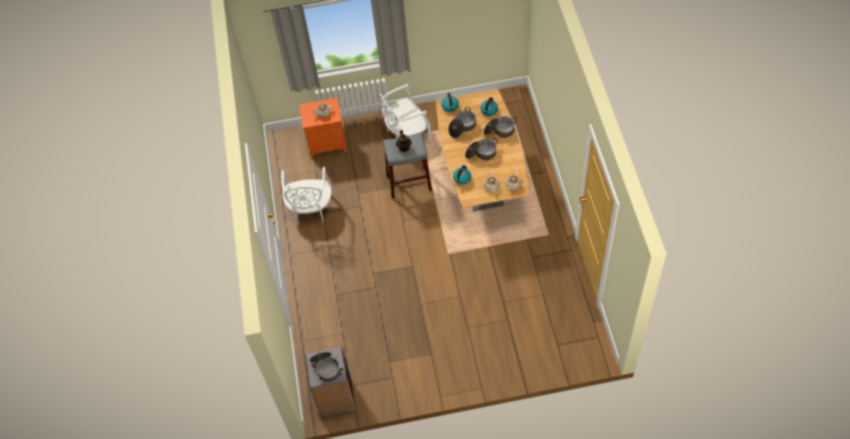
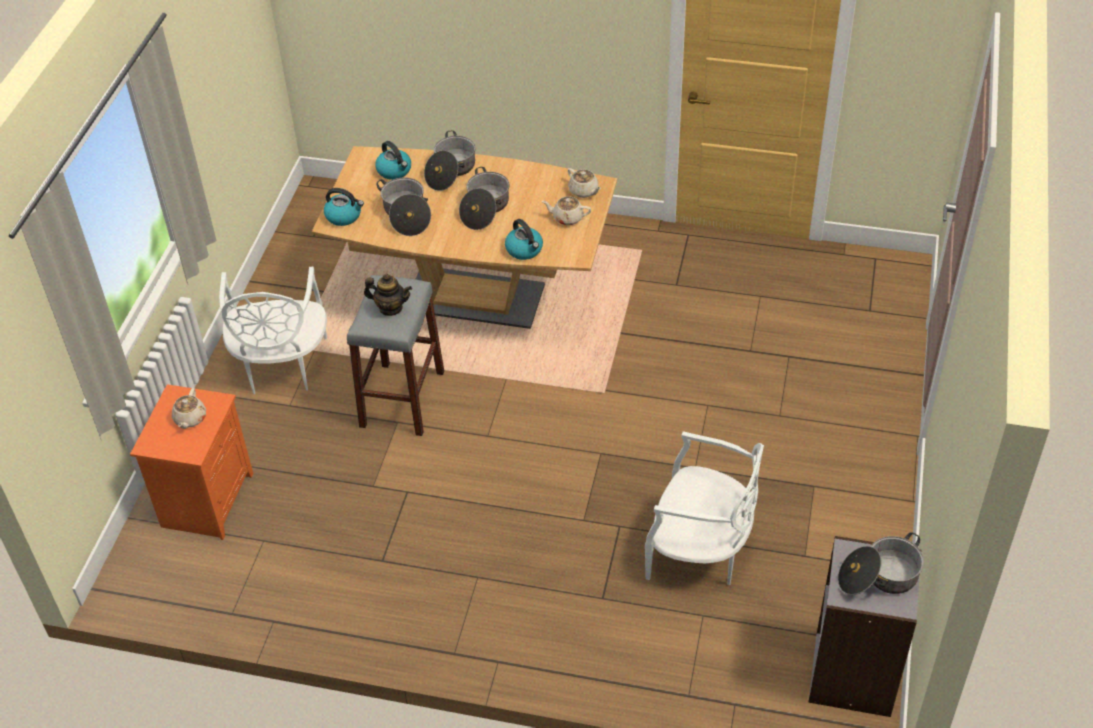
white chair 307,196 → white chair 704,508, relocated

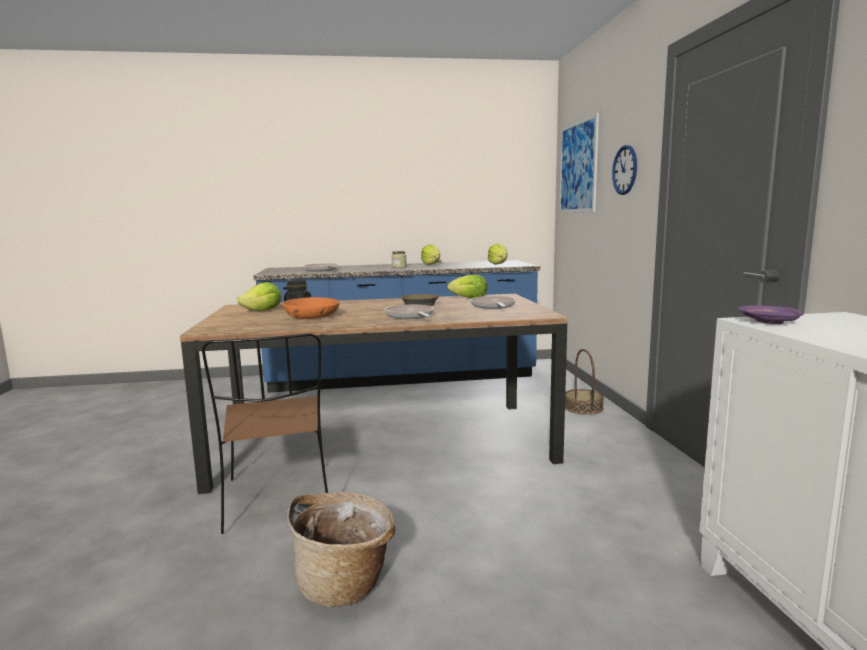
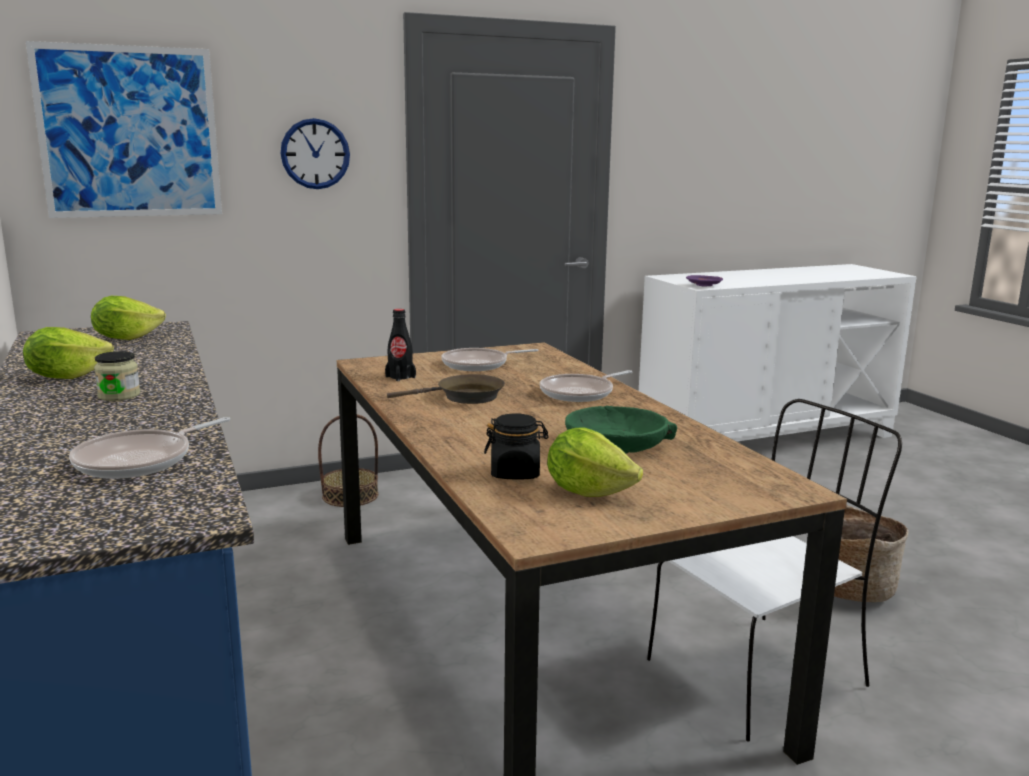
lettuce 467,286 → black bottle 400,345
orange bowl 310,308 → green bowl 621,430
brown chair 265,433 → white chair 774,570

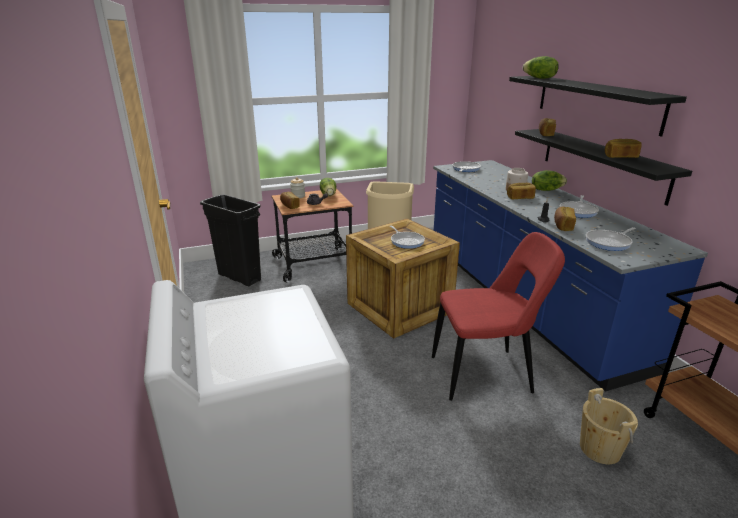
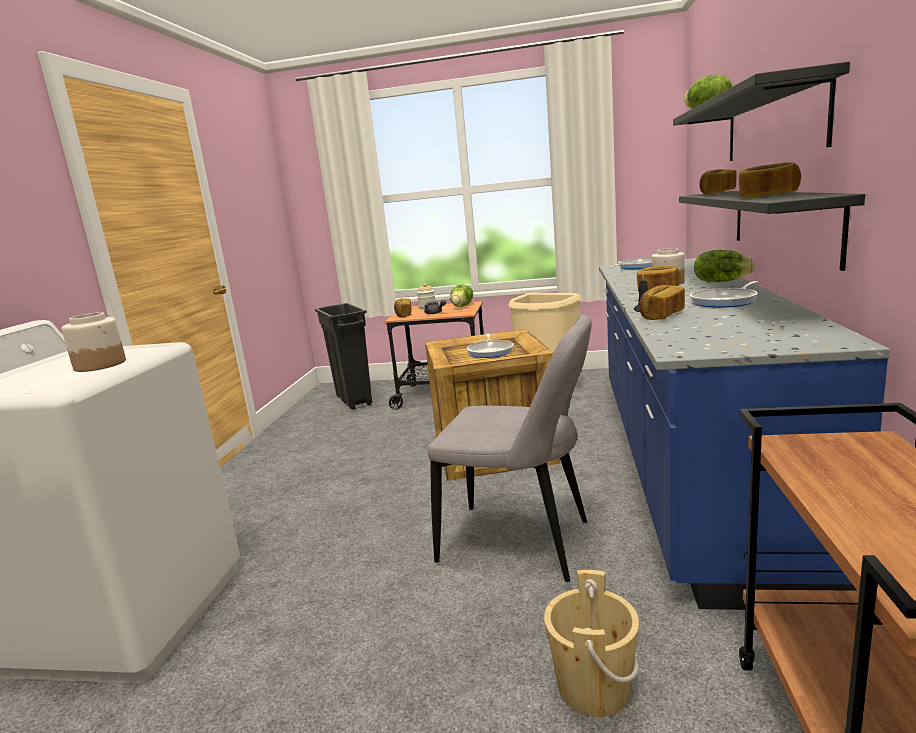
- → jar 93,342
red chair 498,316 → grey chair 510,448
frying pan 611,239 → -

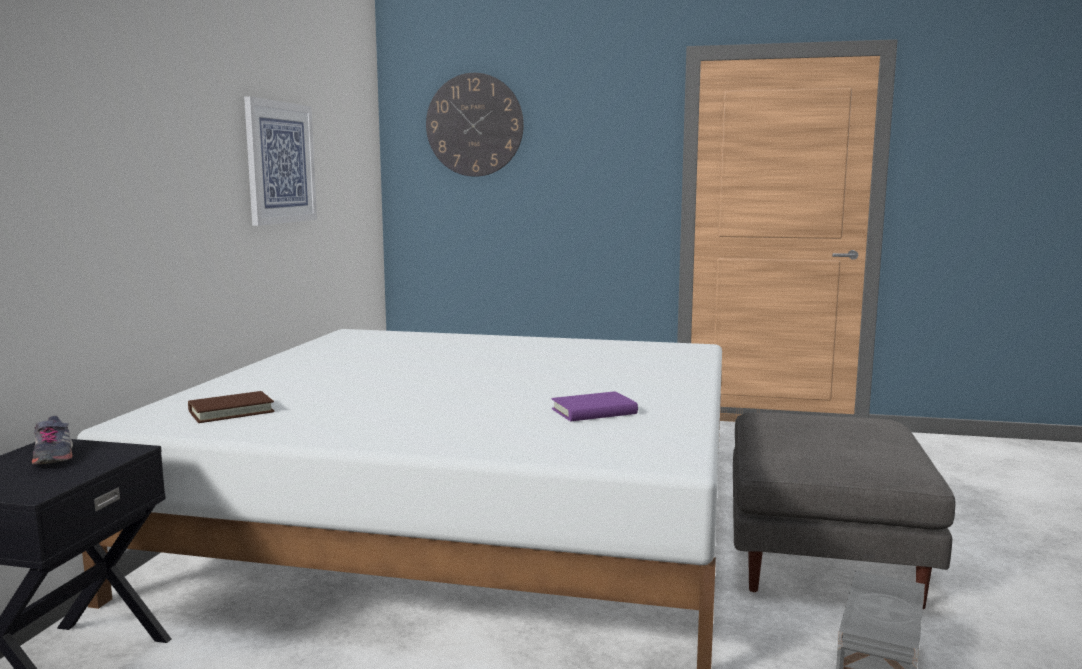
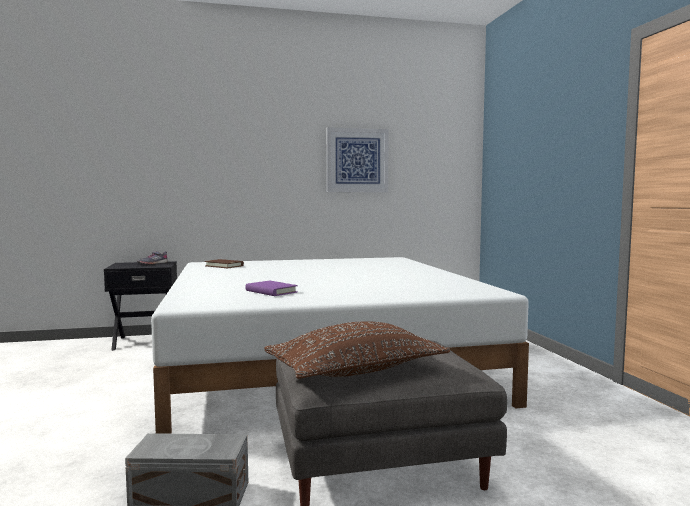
- → brown pillow 357,350
wall clock 475,124 → -

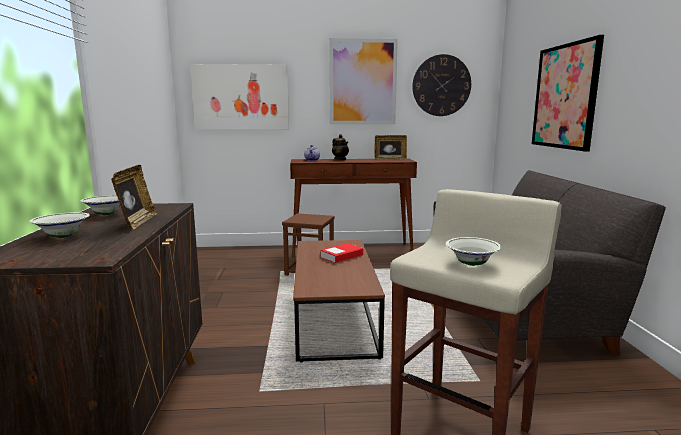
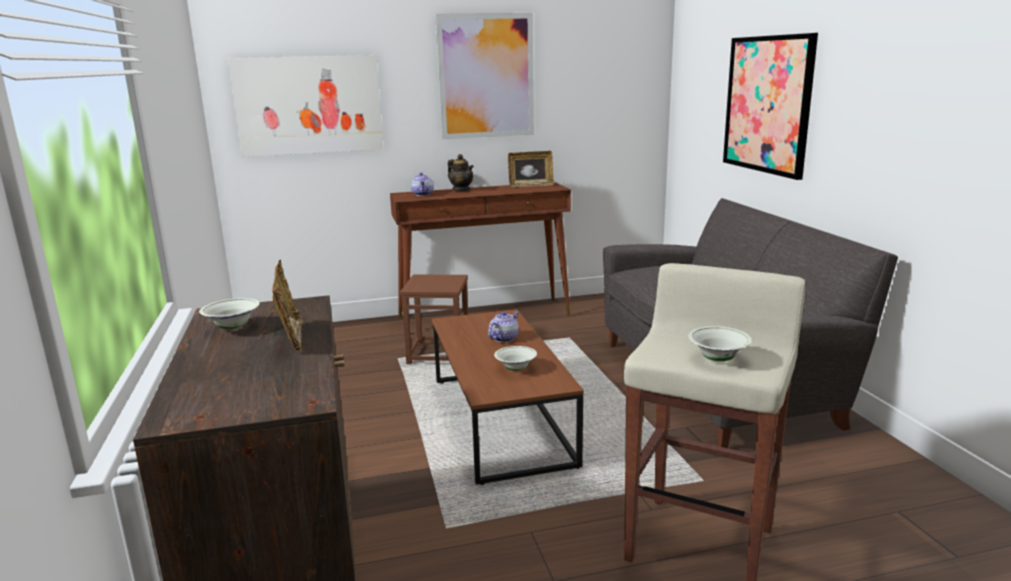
book 341,253 → teapot 503,326
white bowl 59,225 → white bowl 515,358, relocated
wall clock 441,85 → -

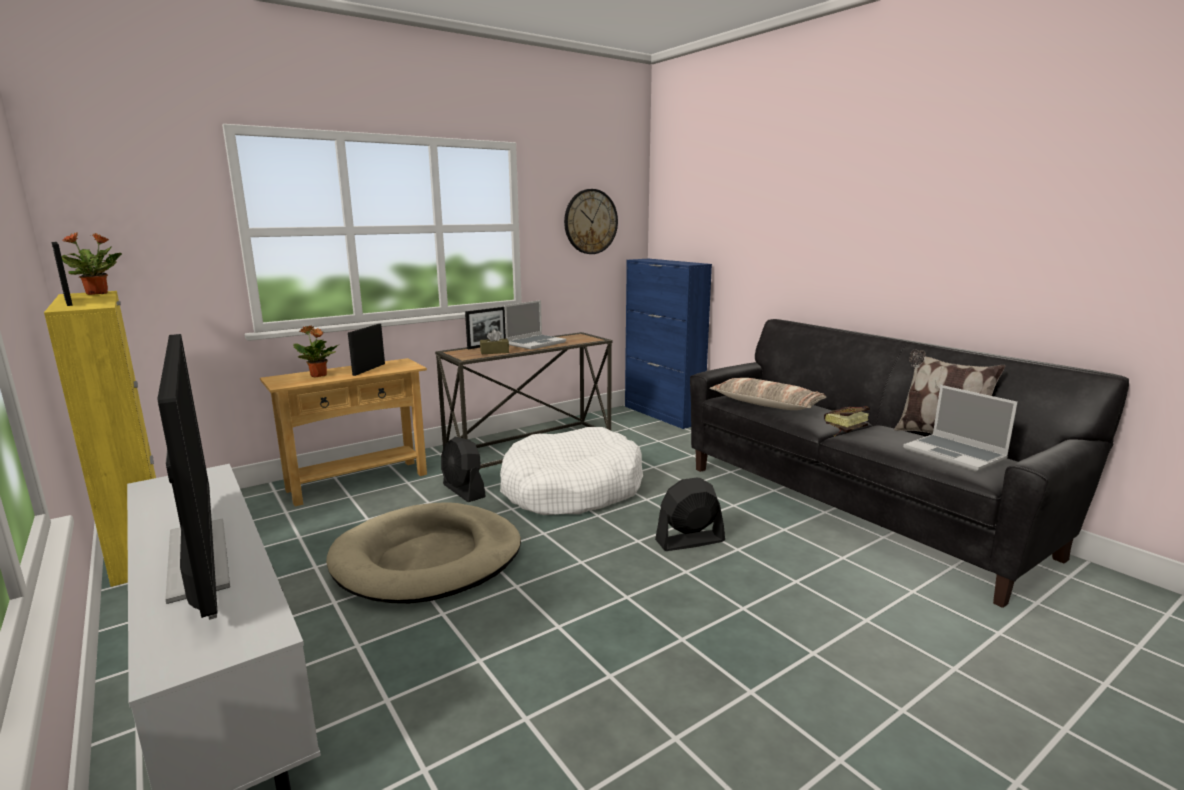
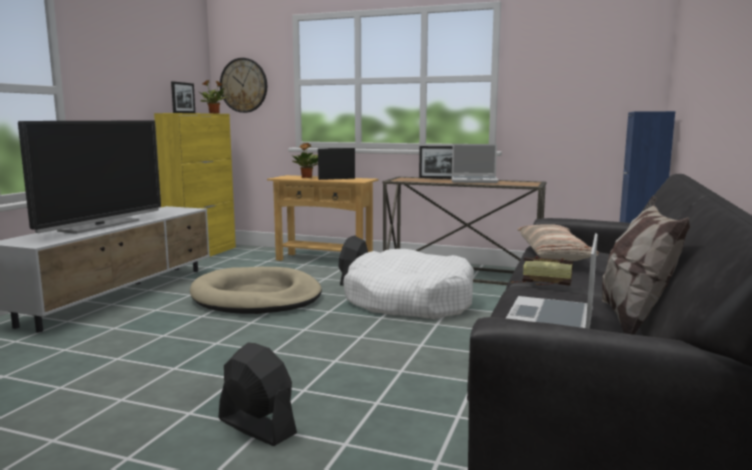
black fan 690,514 → black fan 258,394, relocated
wall clock 591,221 → wall clock 243,85, relocated
brown tissue box 494,341 → -

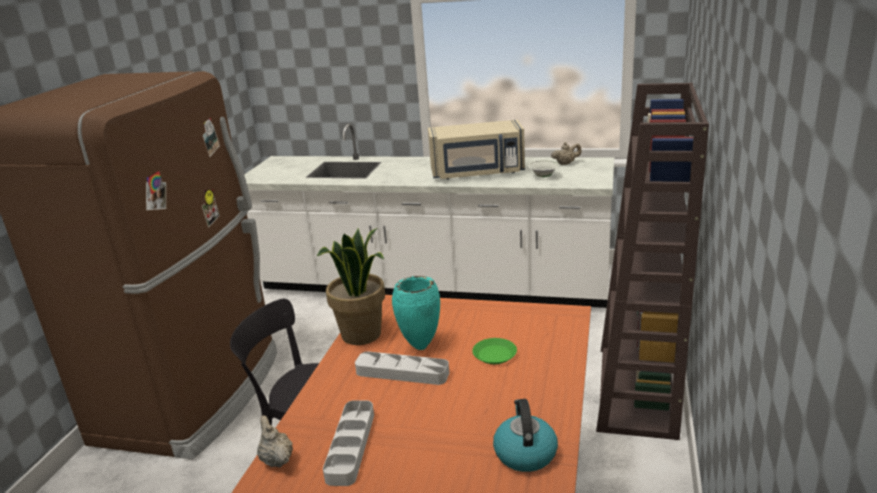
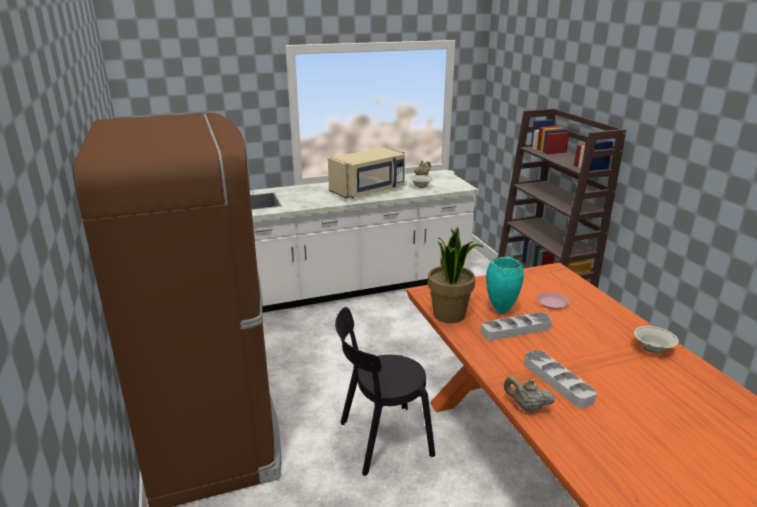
green plate 494,351 → pink plate 553,301
kettle 525,435 → white bowl 656,339

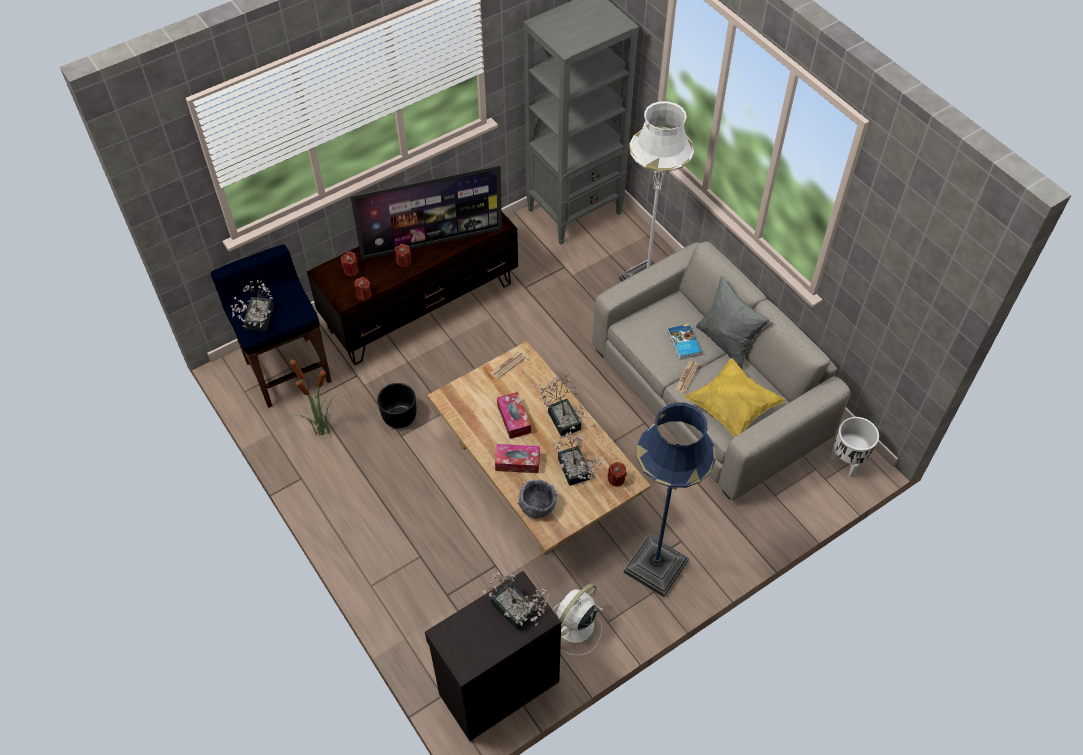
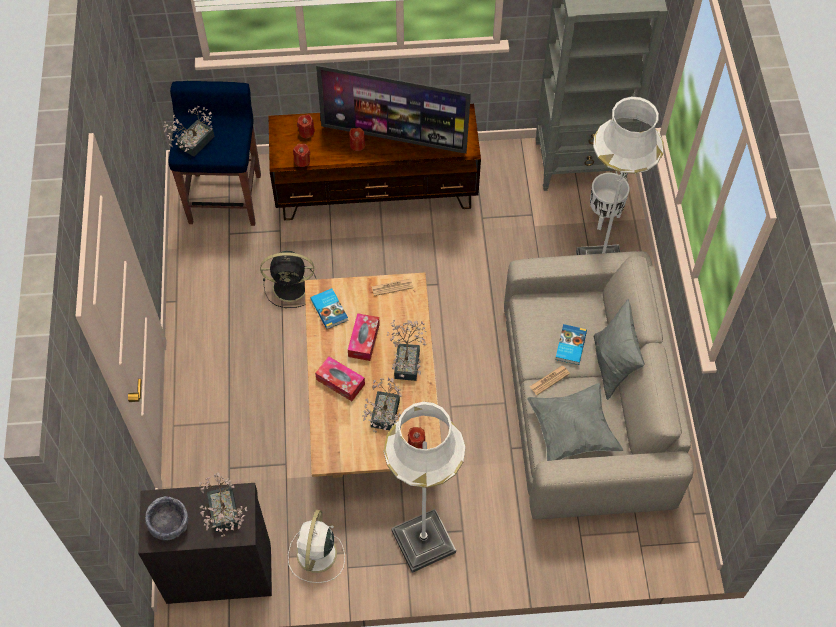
grey bowl 537,499 → grey bowl 166,518, relocated
black planter 397,405 → black fan 288,279
white fan 578,619 → white fan 316,546, 60 degrees counterclockwise
- → book 329,308
blue floor lamp 669,500 → white floor lamp 424,487
yellow pillow 735,398 → grey pillow 575,422
white planter 854,447 → white planter 610,201, relocated
potted plant 313,396 → -

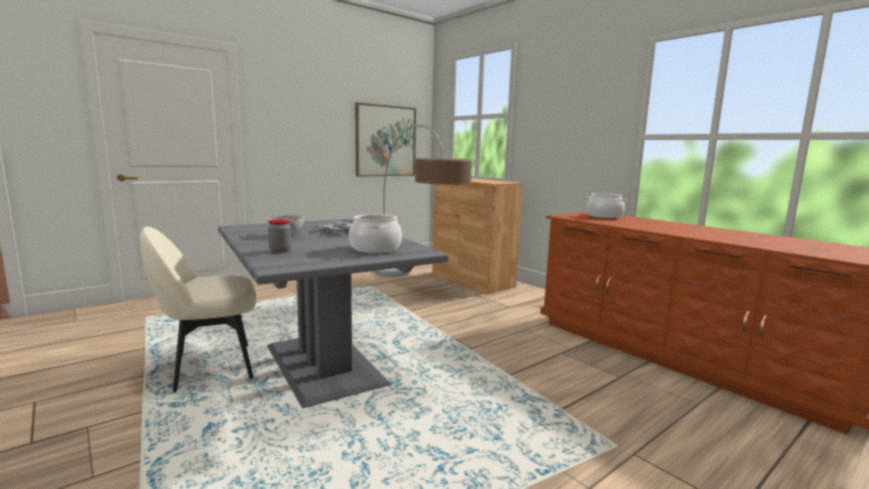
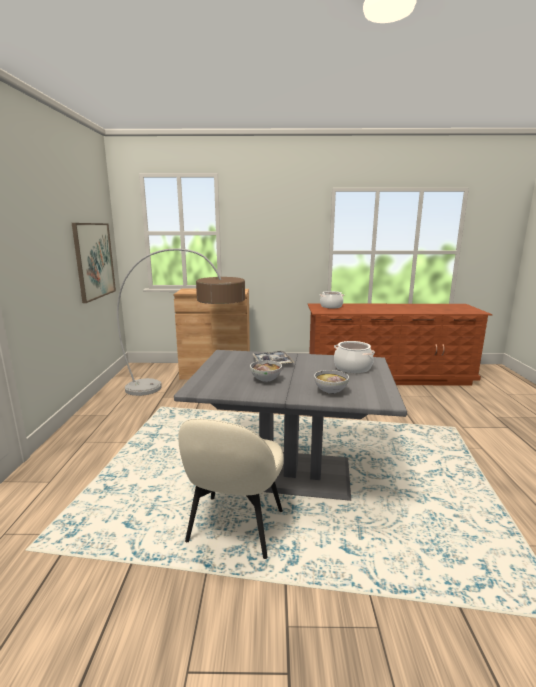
jar 279,235 → bowl 331,382

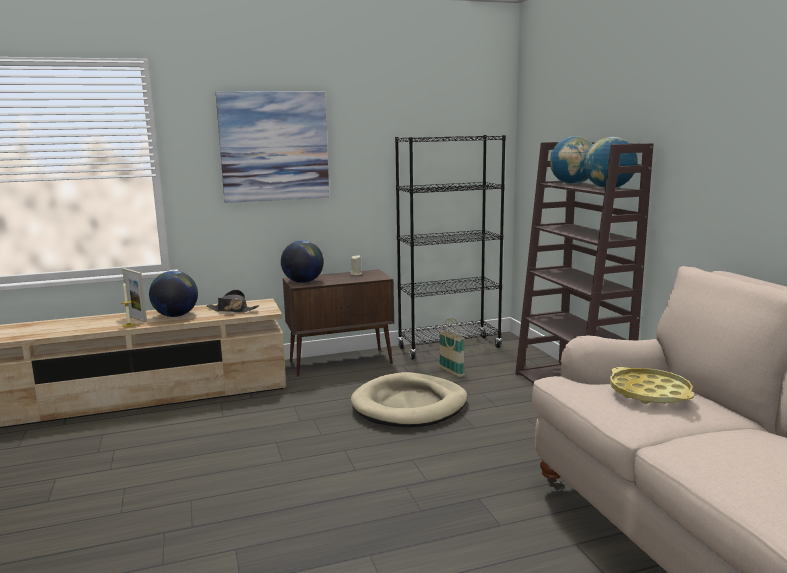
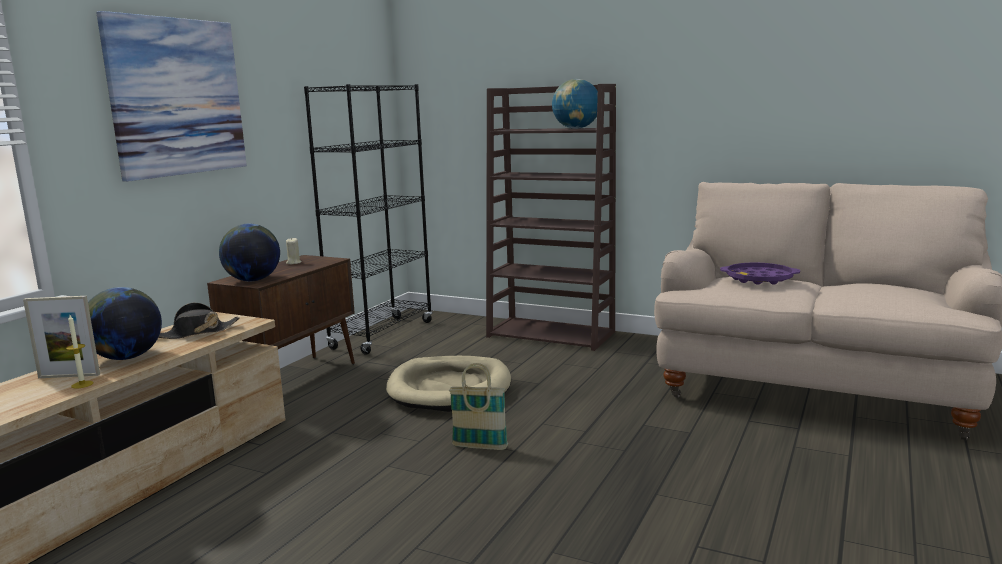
basket 452,347 → basket 478,406, relocated
yellow tray 652,385 → purple tray 760,273
globe 571,160 → -

